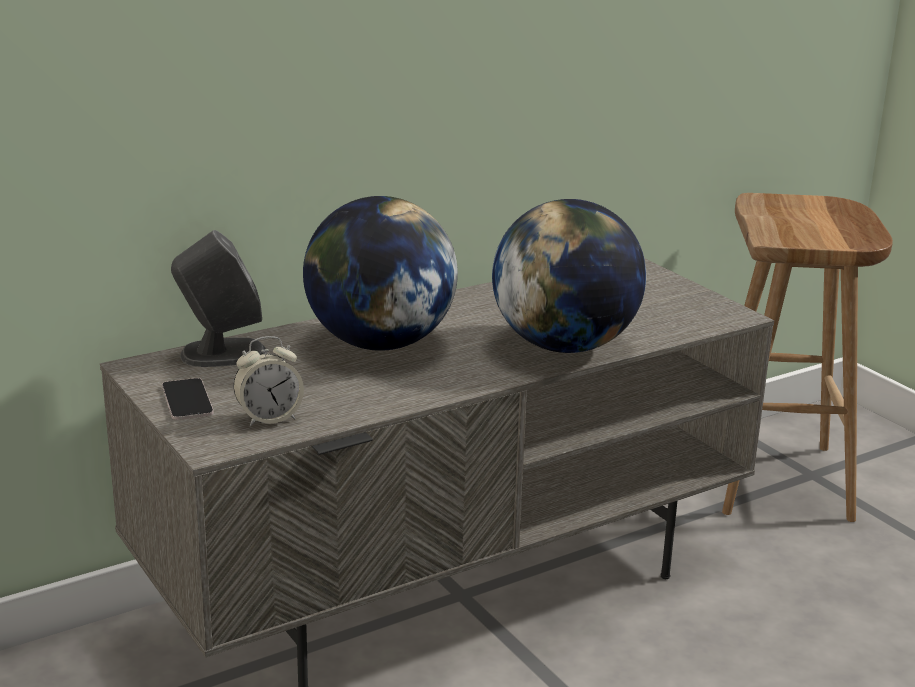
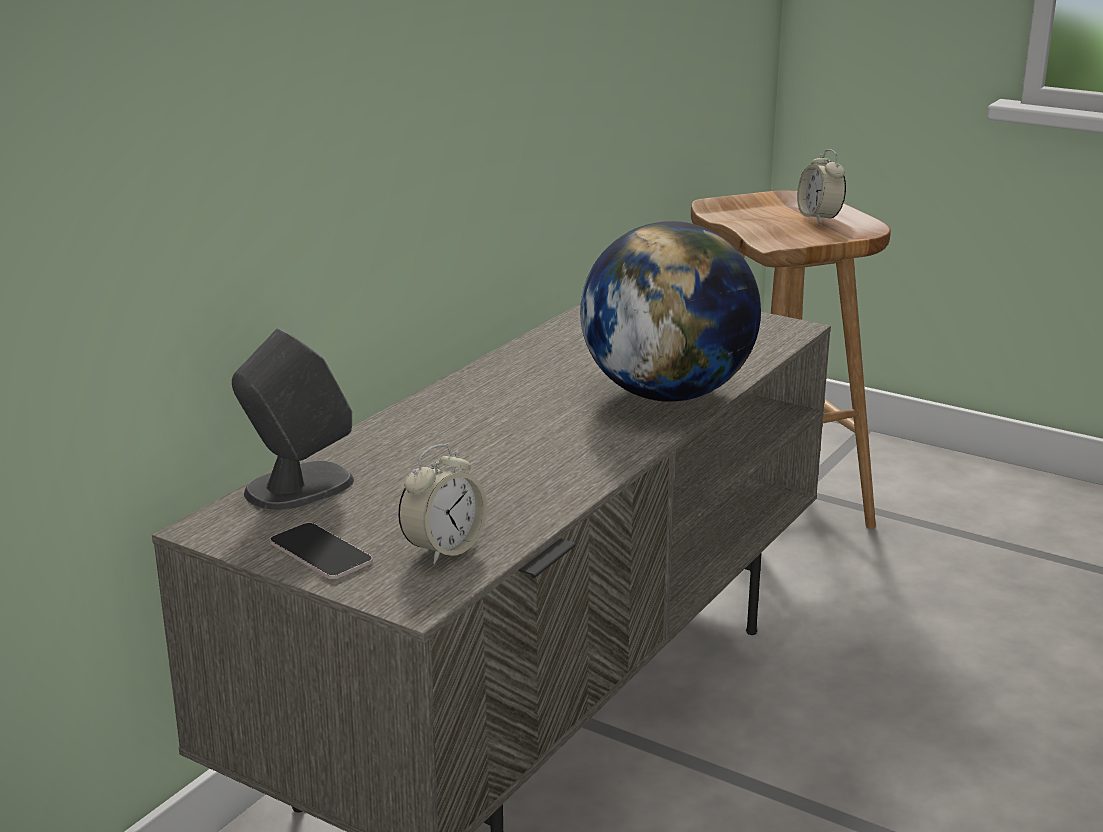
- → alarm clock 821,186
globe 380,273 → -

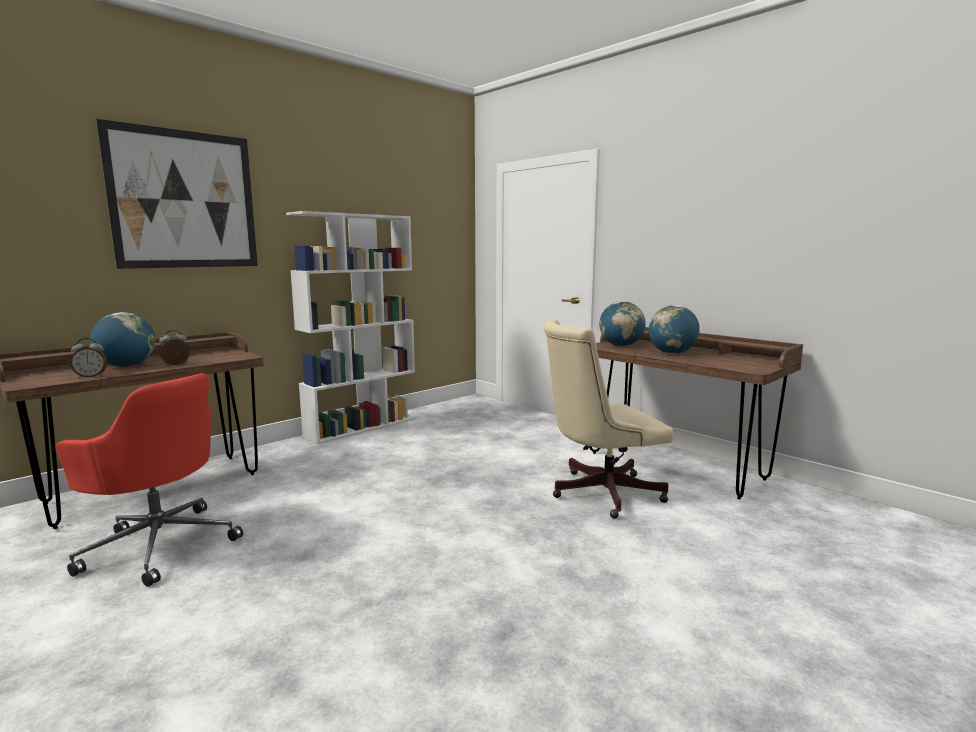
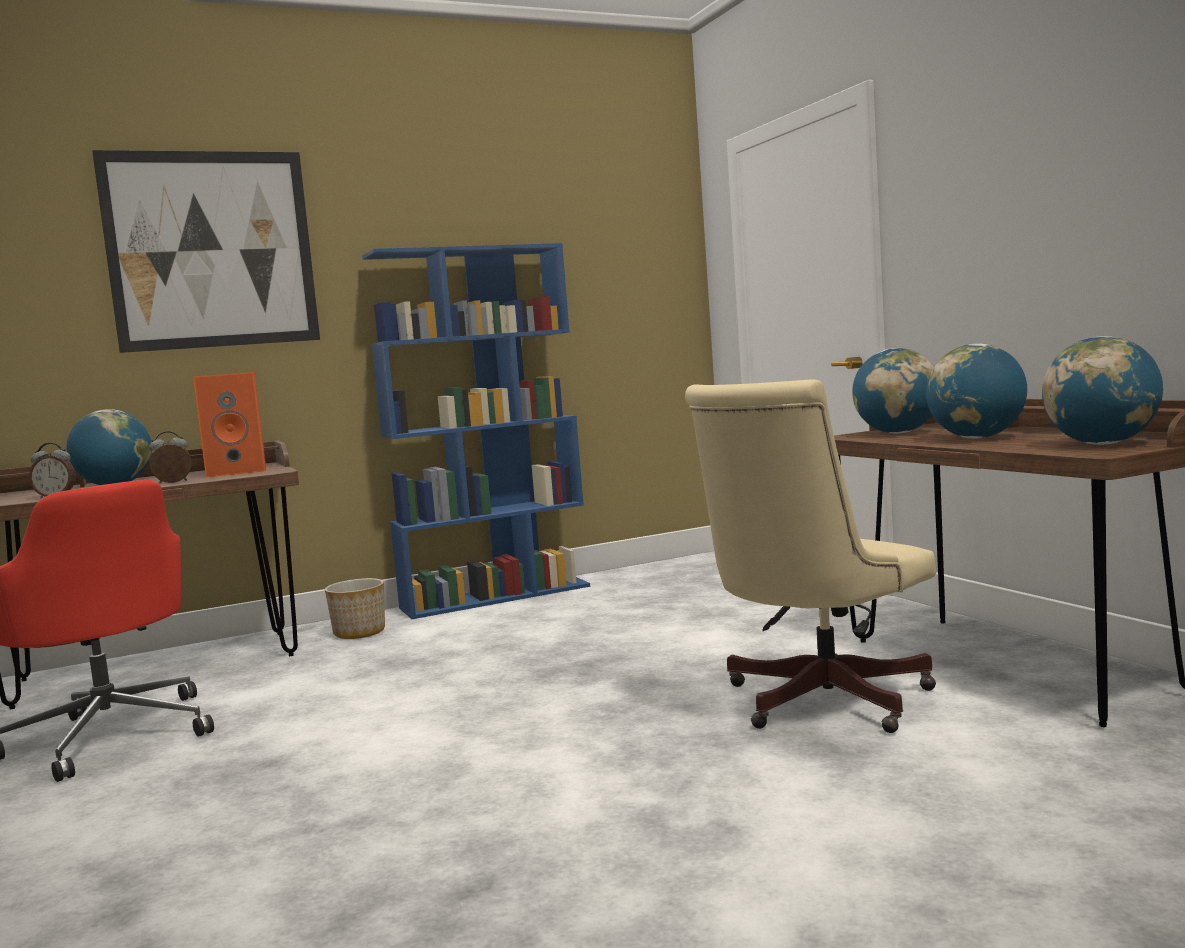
- → orange speaker 229,424
- → planter 355,608
white bookcase 351,327 → blue bookcase 476,431
beige office chair 608,419 → beige office chair 810,556, 45 degrees counterclockwise
- → globe 1102,390

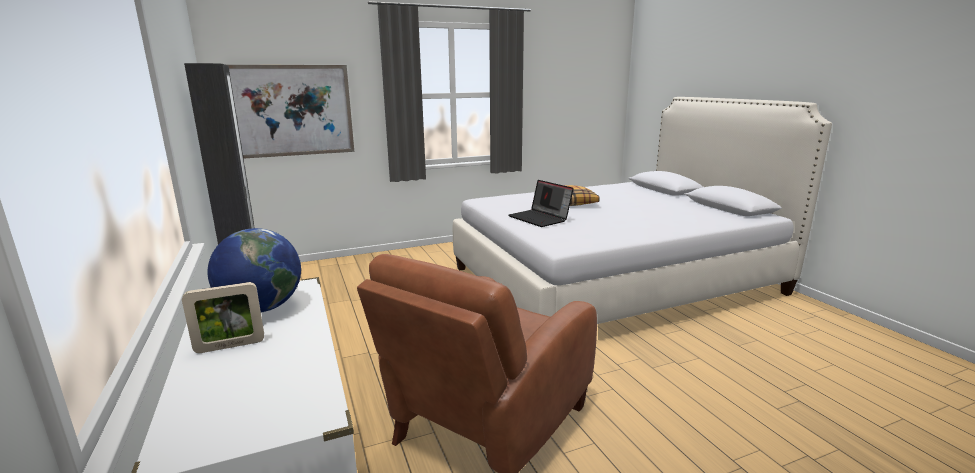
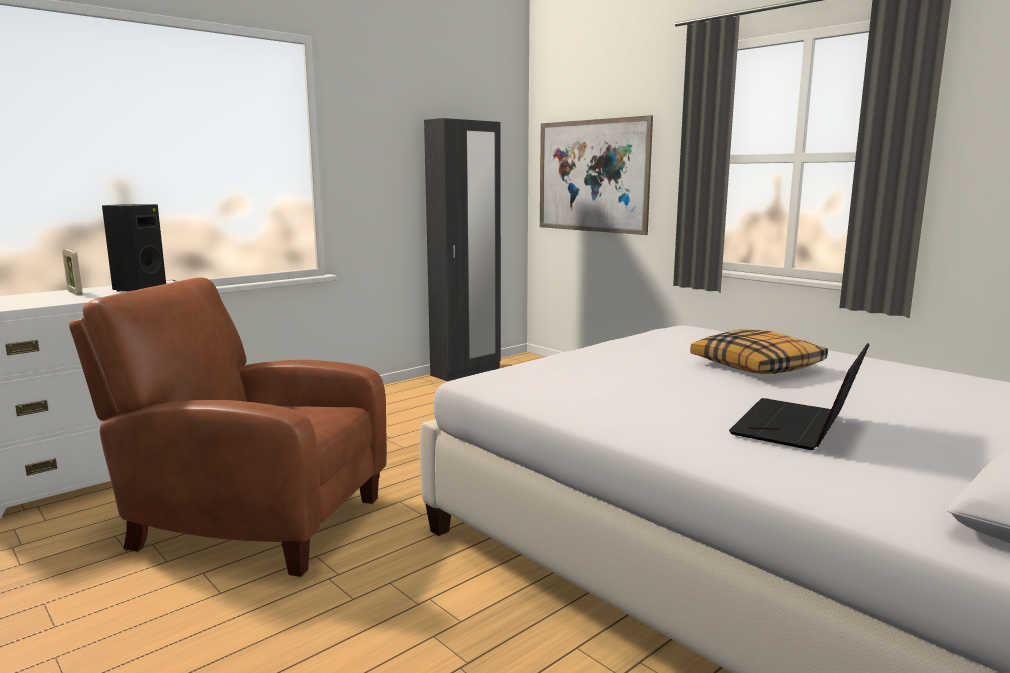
globe 254,270 → black speaker 134,248
laptop 541,203 → laptop 799,396, relocated

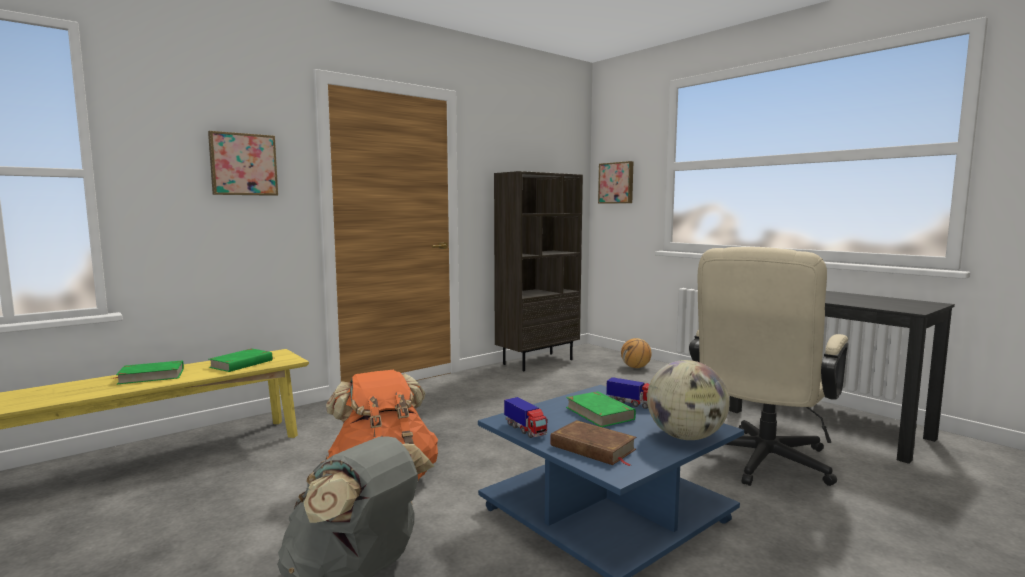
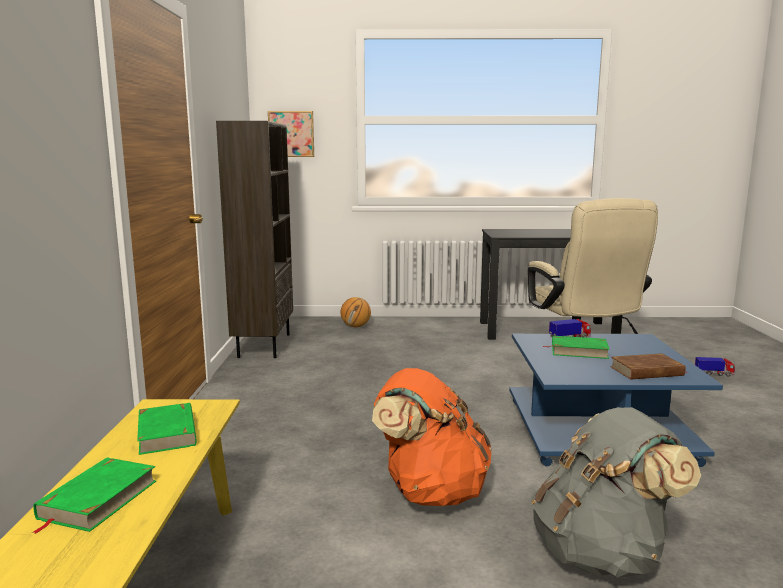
toy truck 526,417 → toy truck 715,366, relocated
picture 243,163 → -
globe 688,400 → -

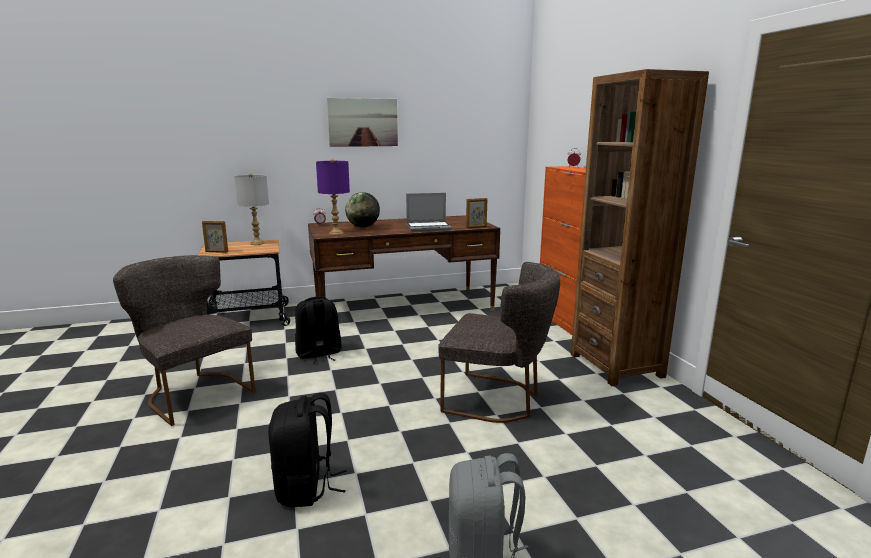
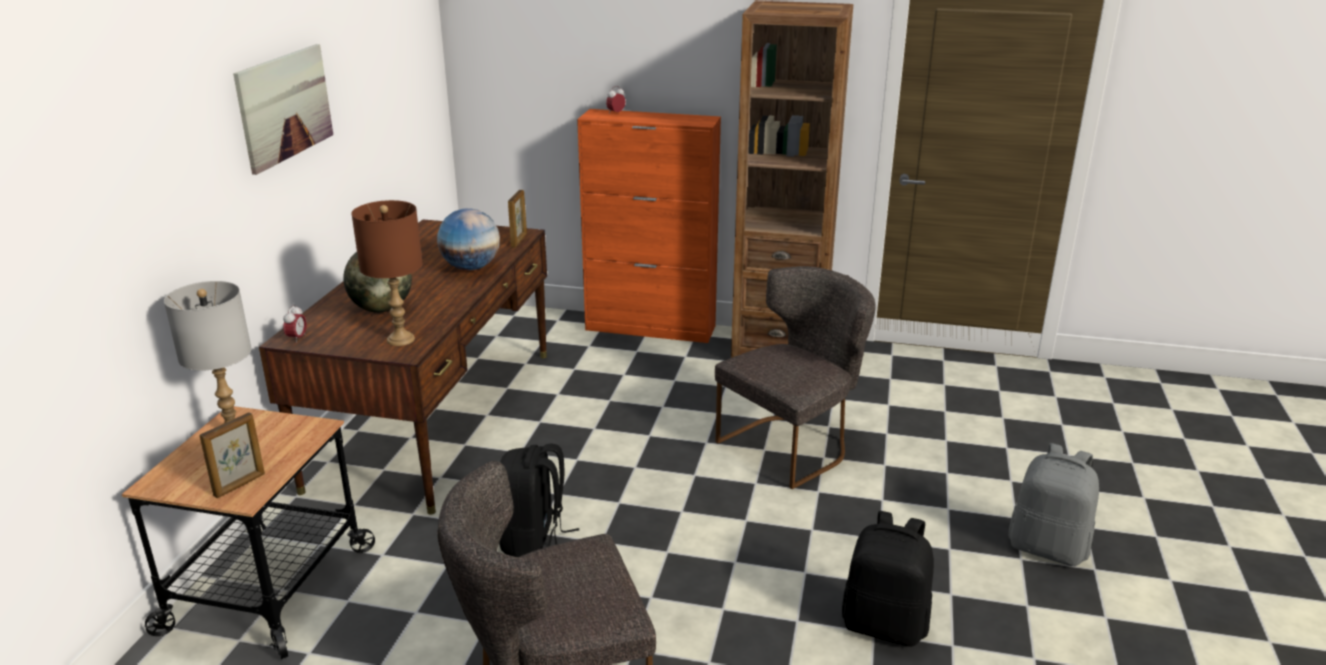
purple table lamp 333,197 → brown table lamp 387,273
laptop 429,212 → globe 468,239

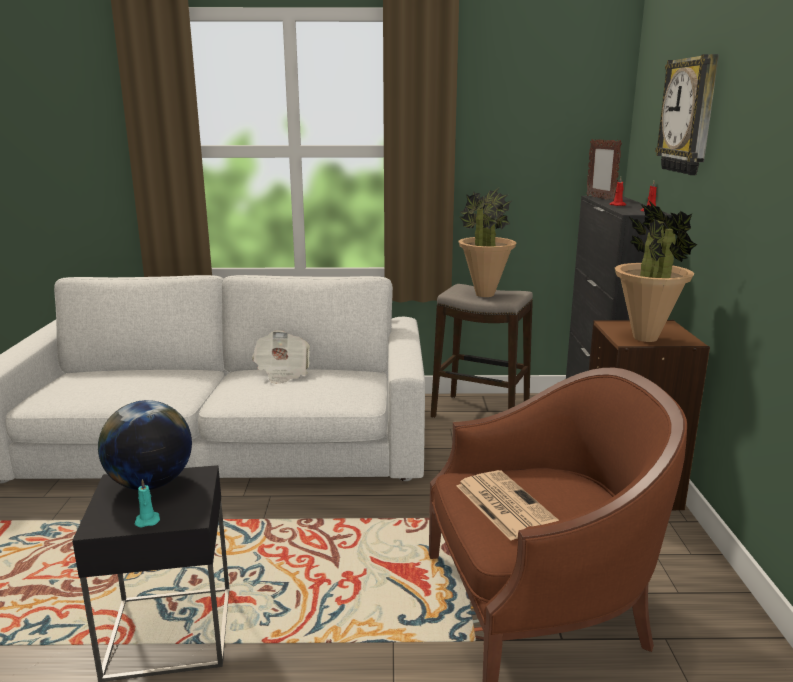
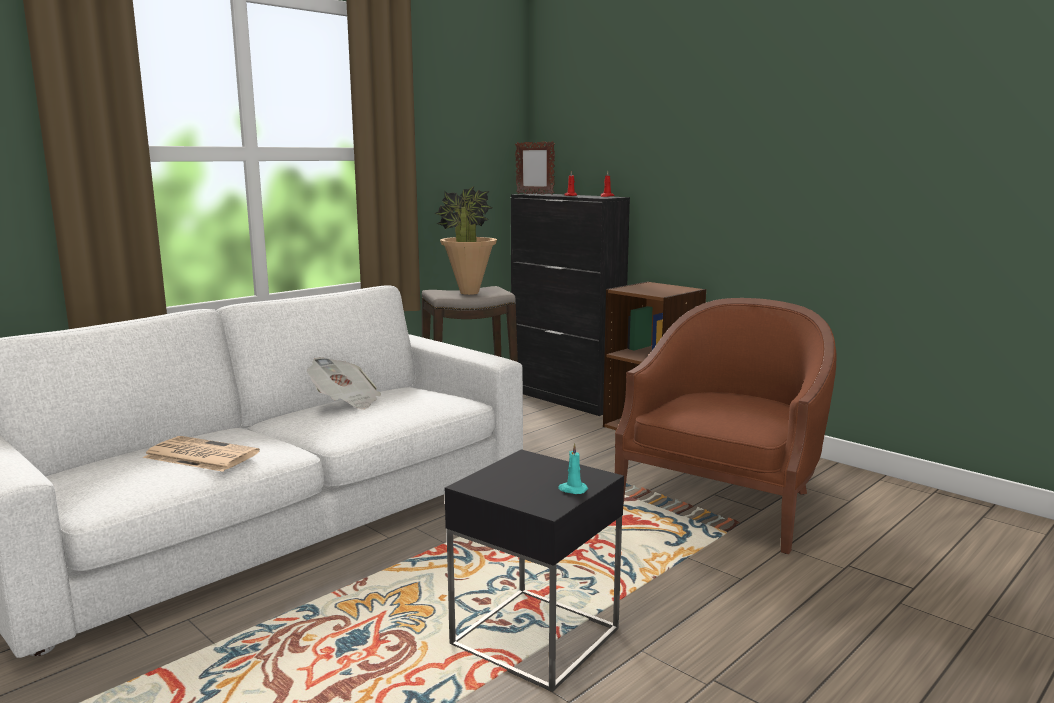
newspaper 508,505 → newspaper 201,454, relocated
globe 145,445 → -
potted plant 656,271 → -
wall clock 687,114 → -

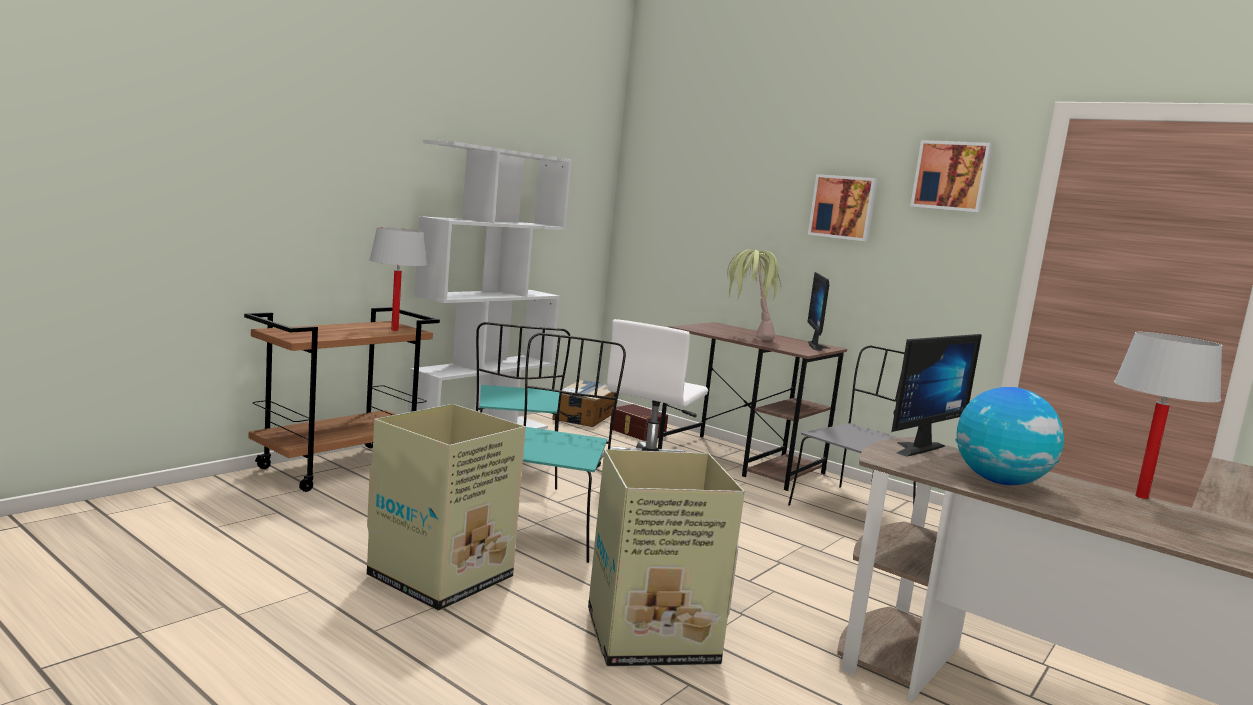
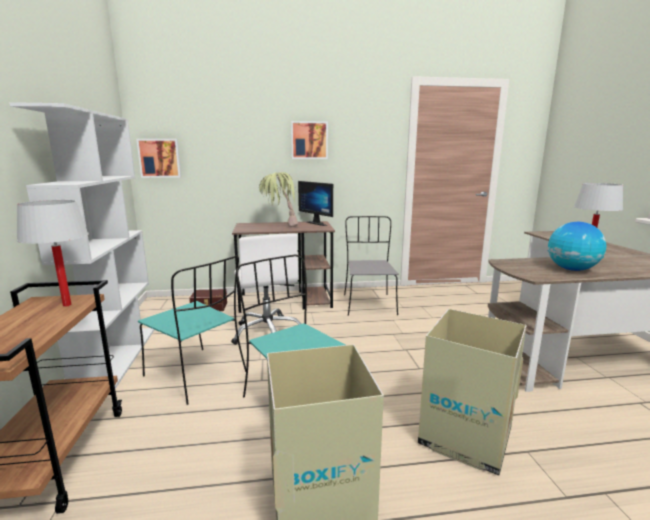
picture 951,176 → picture 158,158, relocated
cardboard box 584,403 → -
monitor 936,395 → -

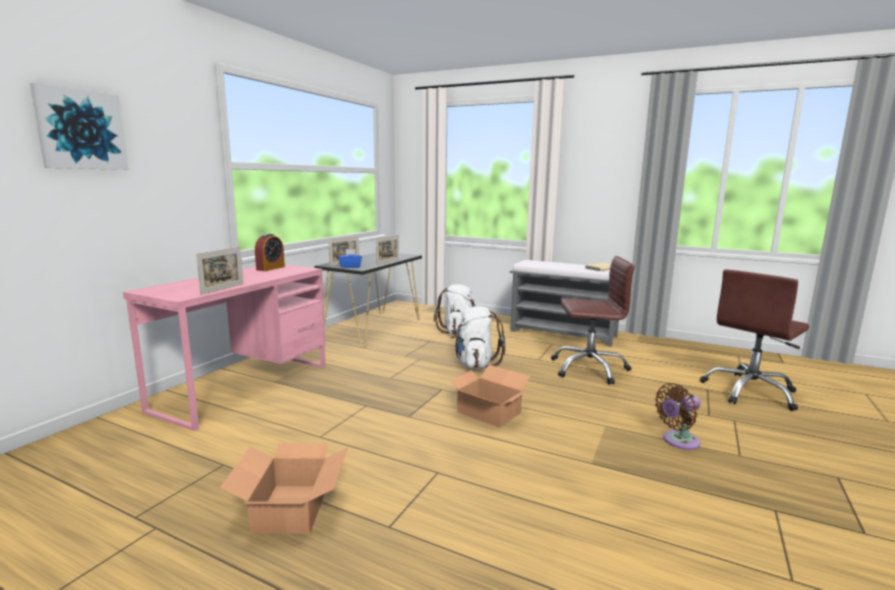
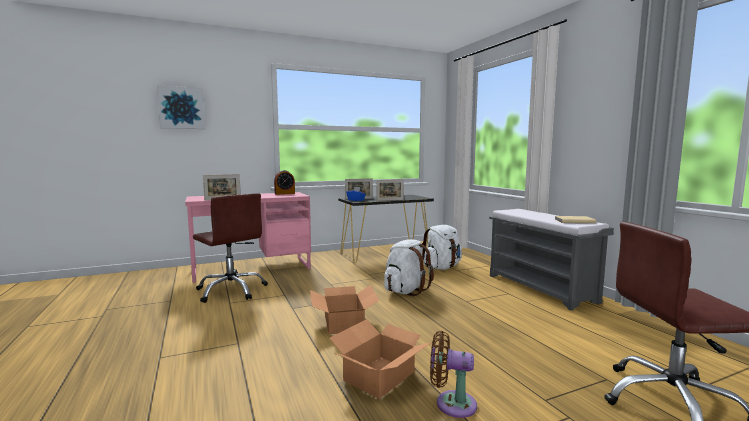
brown office chair 593,320 → brown office chair 230,248, relocated
cardboard box 284,488 → cardboard box 381,359, relocated

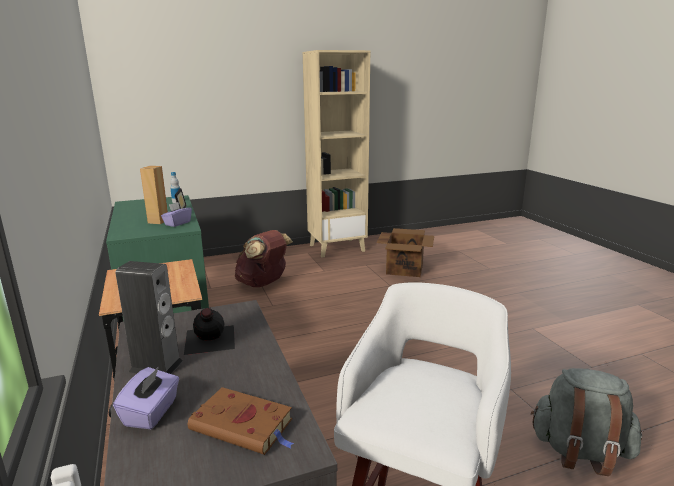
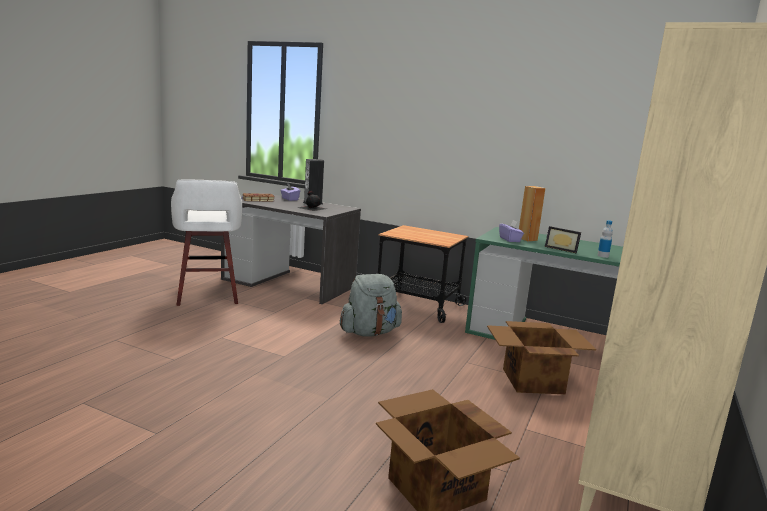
grey backpack 586,422 → grey backpack 371,305, relocated
brown backpack 264,258 → cardboard box 541,357

